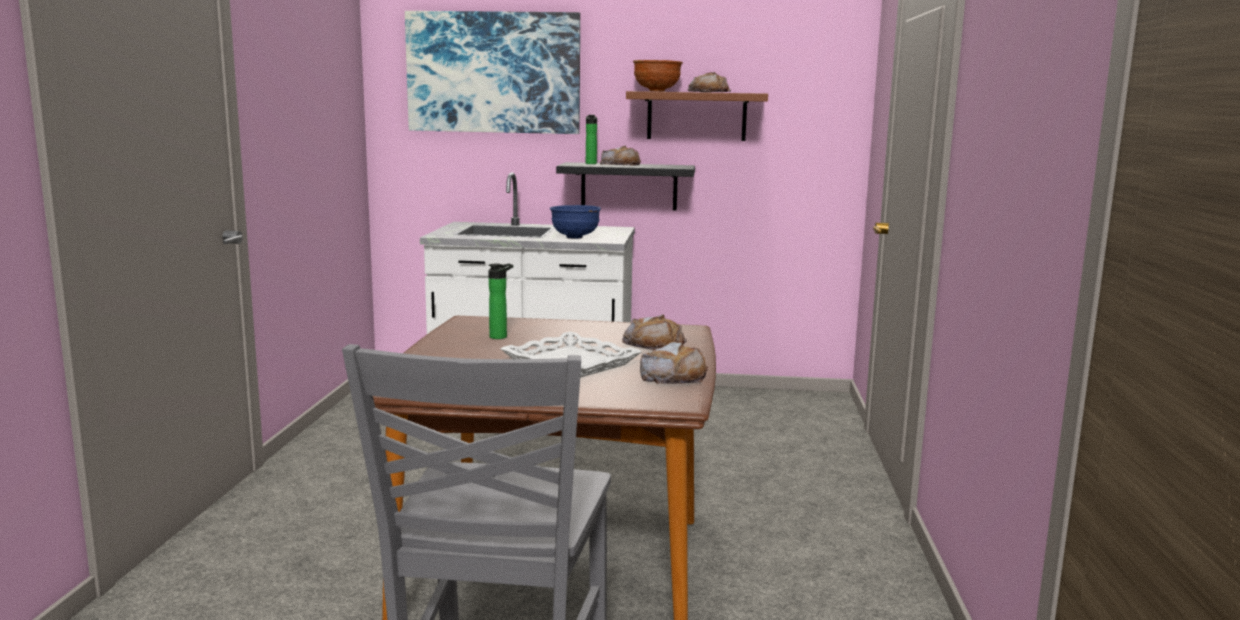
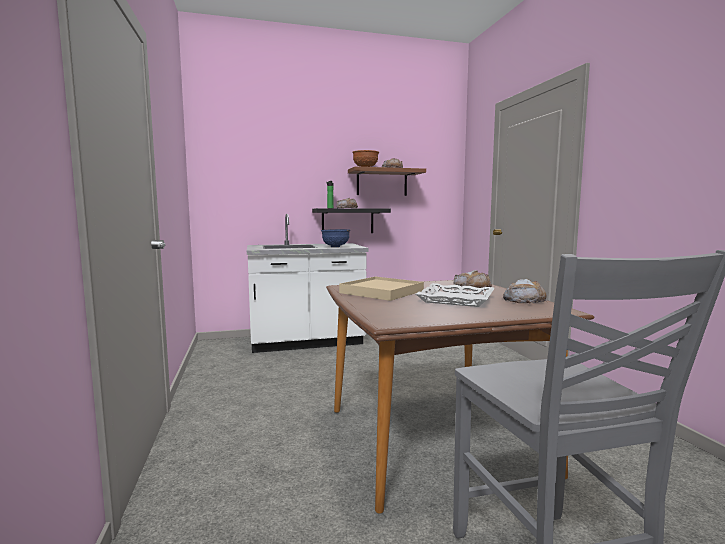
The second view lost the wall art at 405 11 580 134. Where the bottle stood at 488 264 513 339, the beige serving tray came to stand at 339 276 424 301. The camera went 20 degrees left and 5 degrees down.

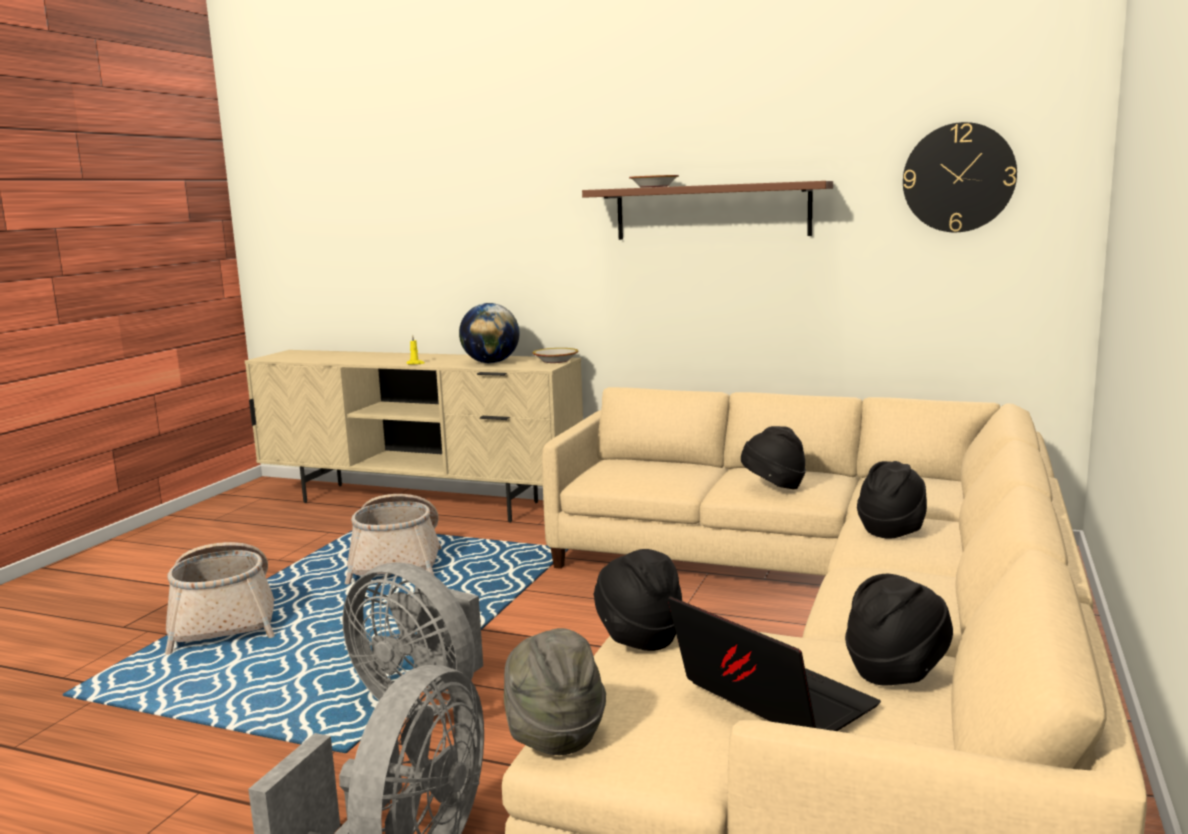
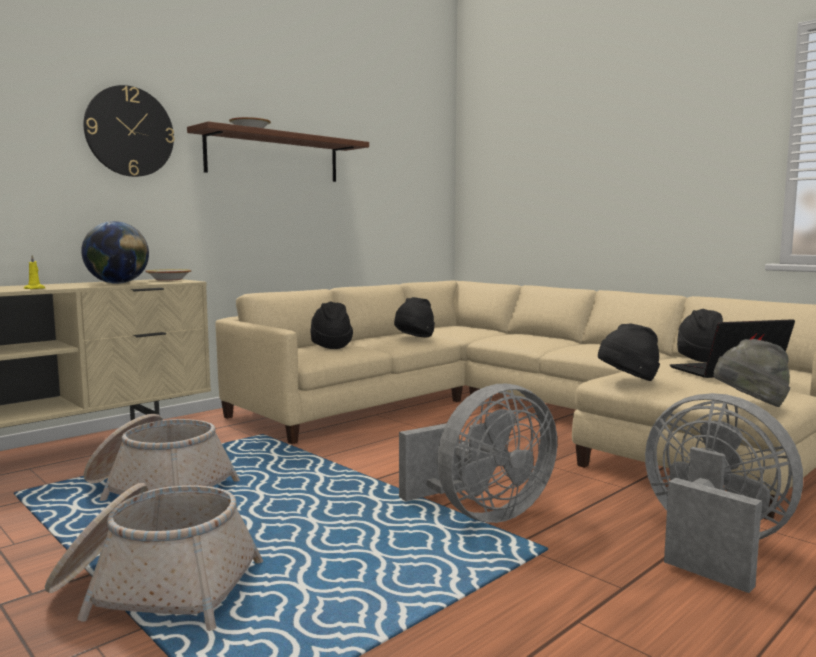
The hanging clock ended up elsewhere, having gone from 903 122 1017 232 to 83 85 175 177. The blackish clothing hat ended up elsewhere, having gone from 857 461 927 539 to 310 302 353 349. The camera went 65 degrees left and 5 degrees down.

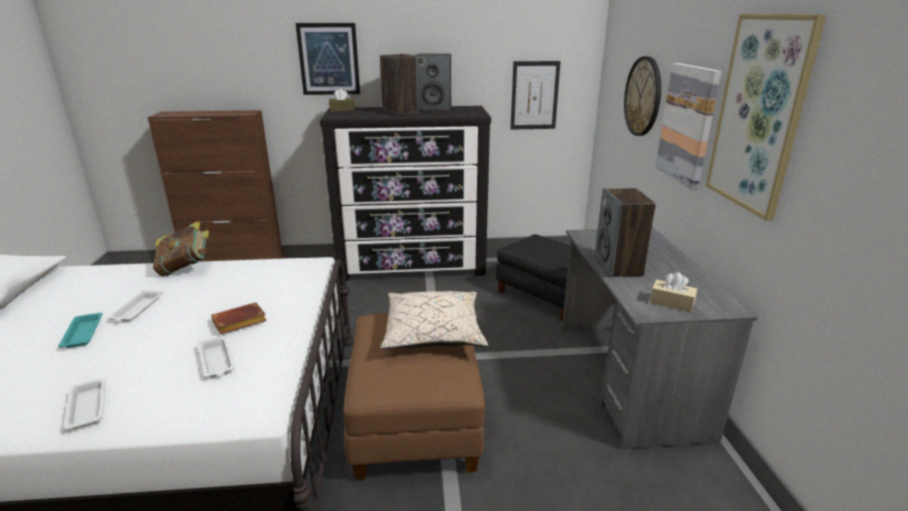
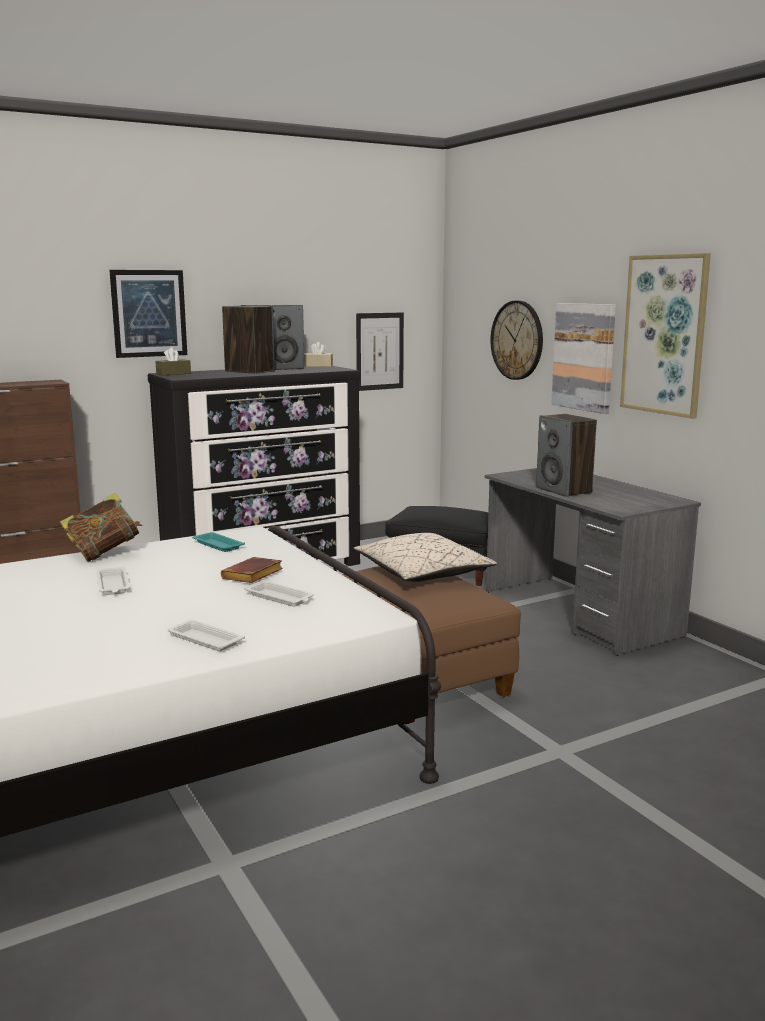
The beige tissue box ended up elsewhere, having gone from 650 272 697 312 to 304 342 333 367. The blue-green serving tray ended up elsewhere, having gone from 58 313 103 348 to 192 532 245 552. The camera went 25 degrees left and 10 degrees down.

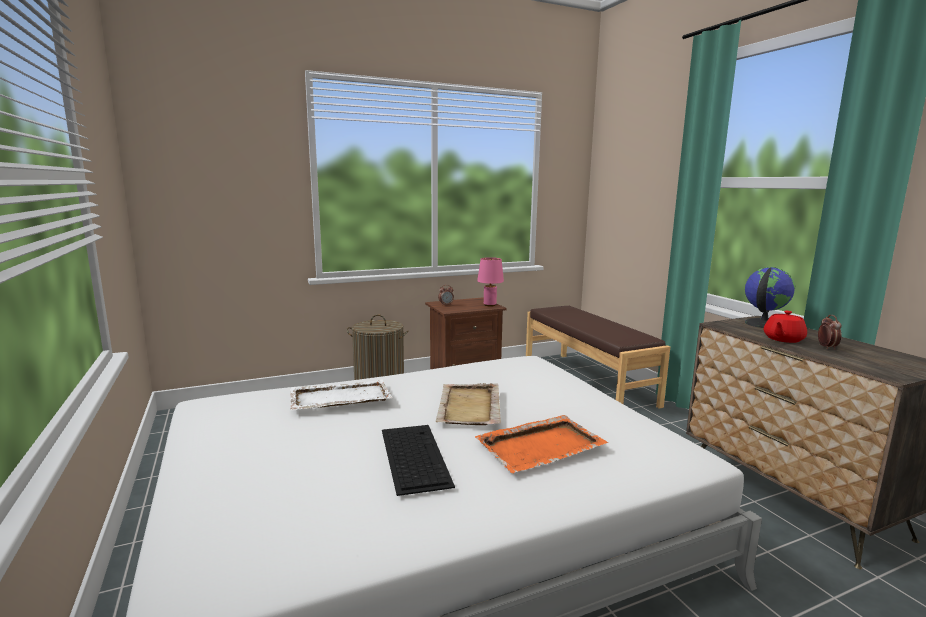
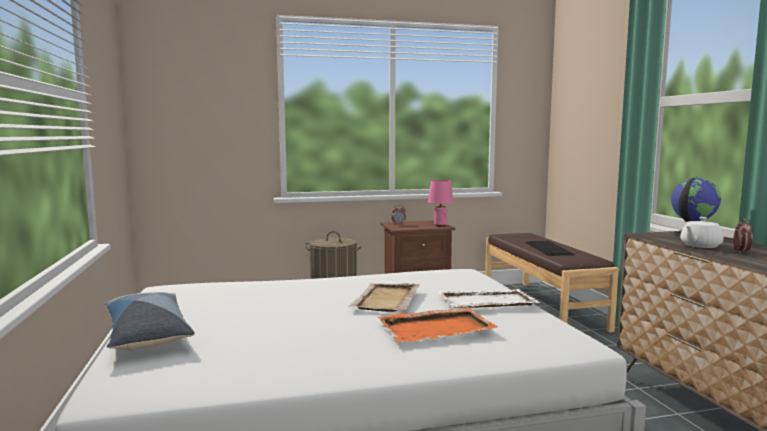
What was the reddish pot for tea at 764 311 807 343 turned into the whitish pot for tea at 680 217 723 248. The whitish serving tray ended up elsewhere, having gone from 290 379 392 410 to 438 289 540 308. The keyboard ended up elsewhere, having gone from 382 425 455 496 to 525 241 575 256. The second view gained the pillow at 104 292 195 351. The camera went 10 degrees right and 5 degrees down.

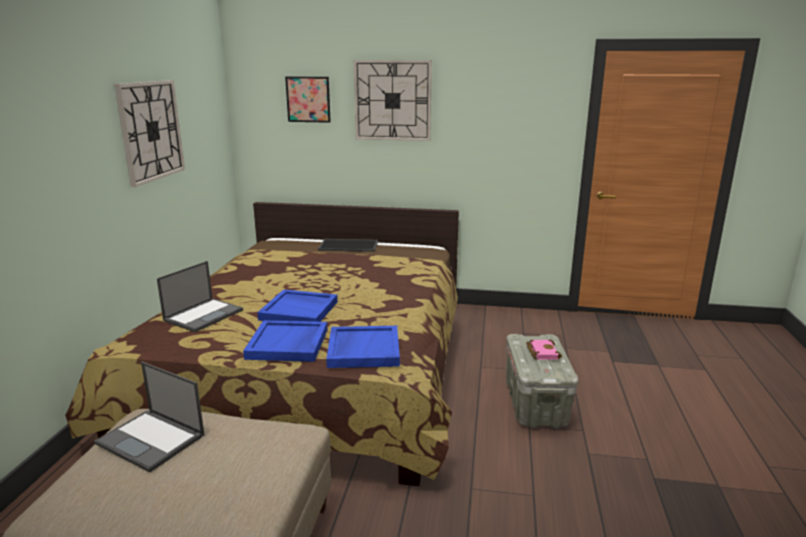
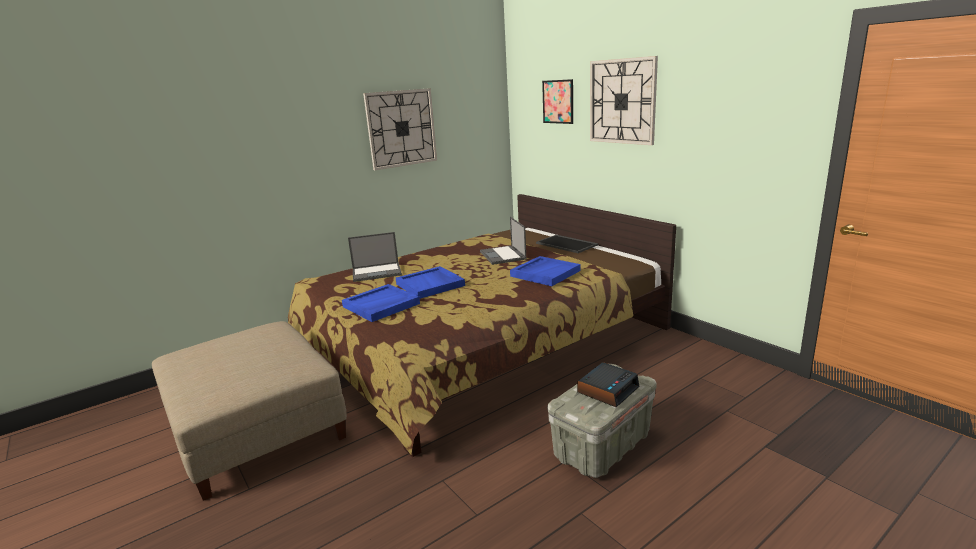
The bluish serving tray ended up elsewhere, having gone from 326 326 400 368 to 510 256 581 286. Where the pink book stood at 526 339 562 360, the table clock came to stand at 577 362 640 408. The laptop ended up elsewhere, having gone from 94 362 204 473 to 480 216 526 265. The camera went 45 degrees right and 0 degrees up.

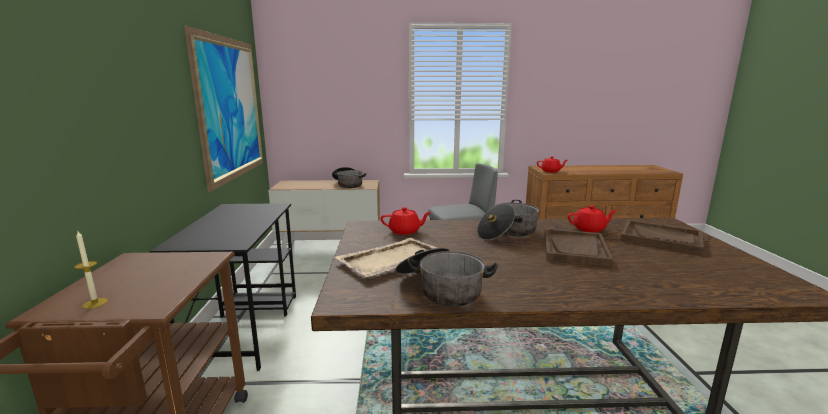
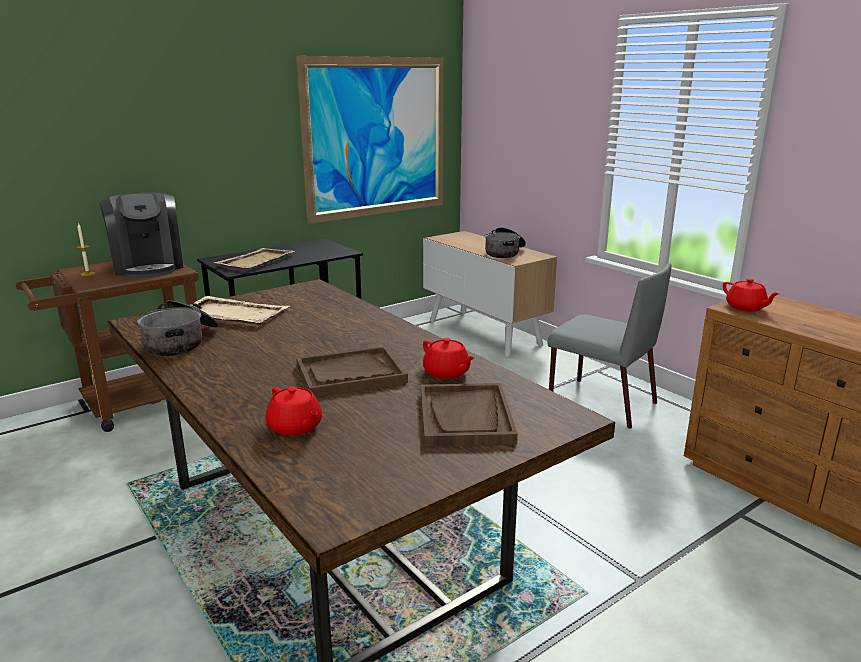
The second view lost the saucepot at 477 200 539 240. The reddish pot for tea ended up elsewhere, having gone from 380 207 431 235 to 266 386 322 436. The second view gained the coffee machine at 99 193 183 278. The second view gained the beige serving tray at 214 248 295 269. The camera went 55 degrees right and 5 degrees up.

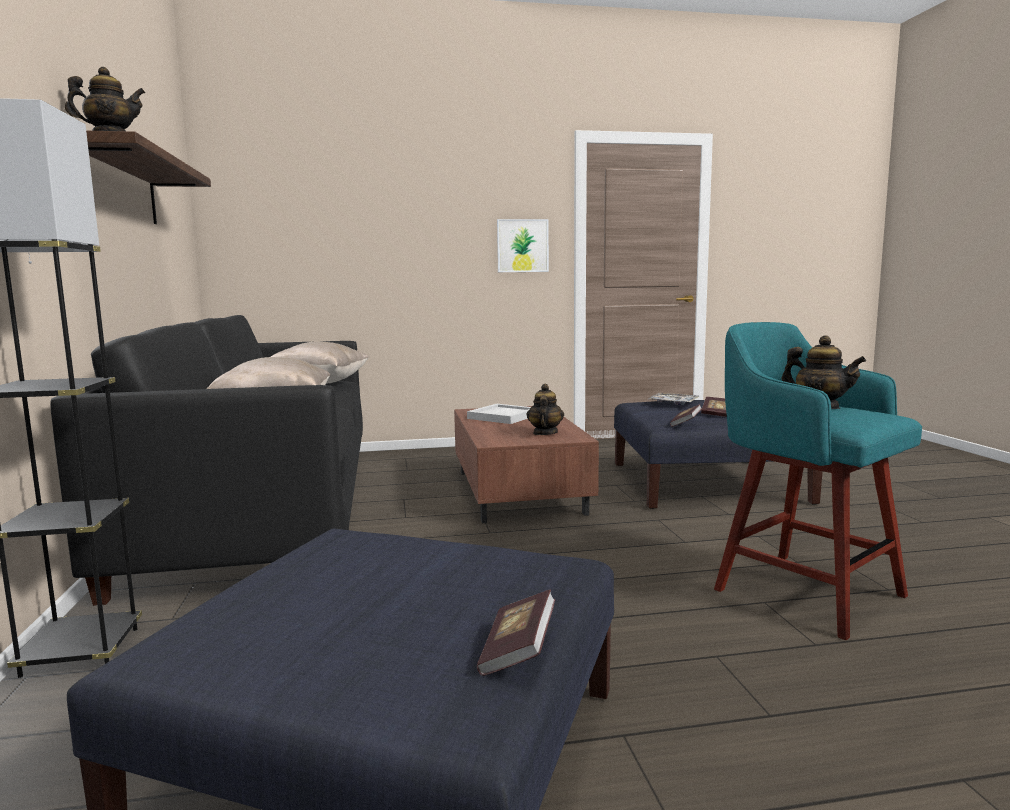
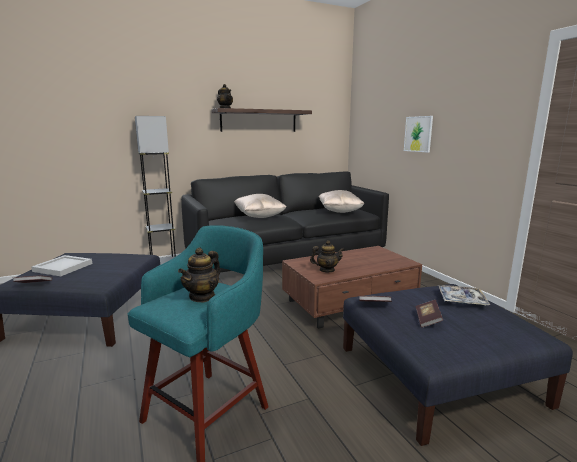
The wall art ended up elsewhere, having gone from 497 219 549 272 to 404 116 433 153. The whitish serving tray ended up elsewhere, having gone from 467 404 531 424 to 31 255 92 276. The camera went 75 degrees right and 5 degrees up.

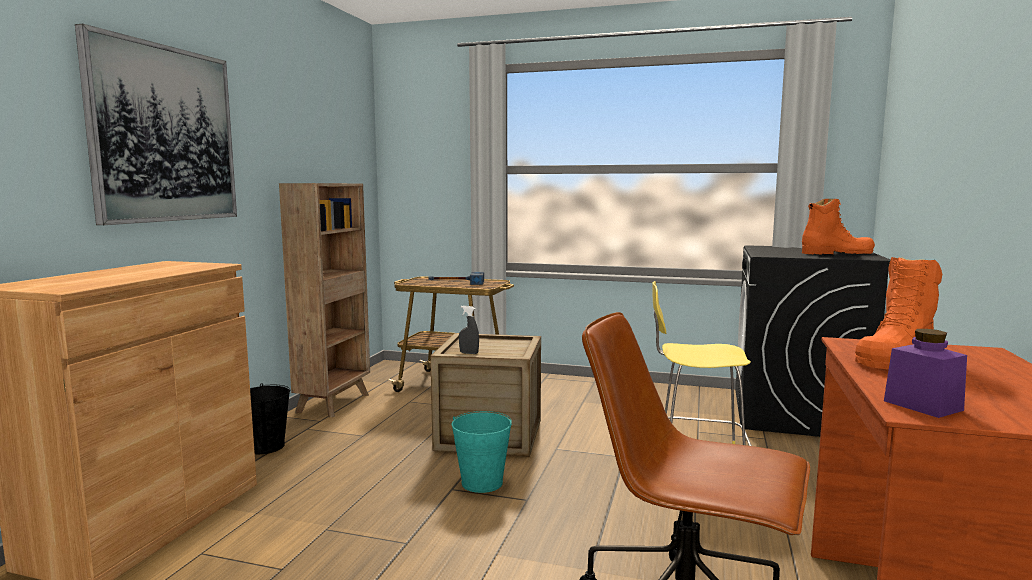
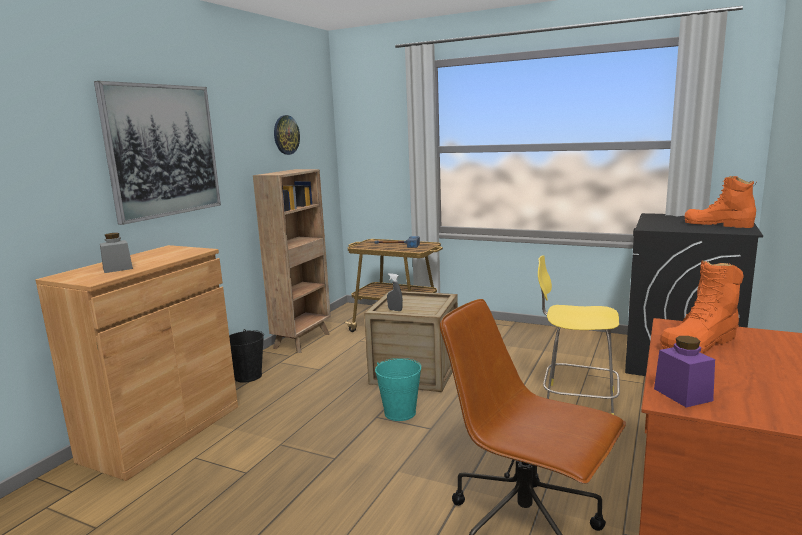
The orange tall boot at 802 199 875 254 ended up facing another way, 150 degrees counterclockwise from before. The second view gained the hanging clock at 274 115 300 155. The second view gained the grey storage jar at 100 233 133 273. The camera went 10 degrees right and 5 degrees up.

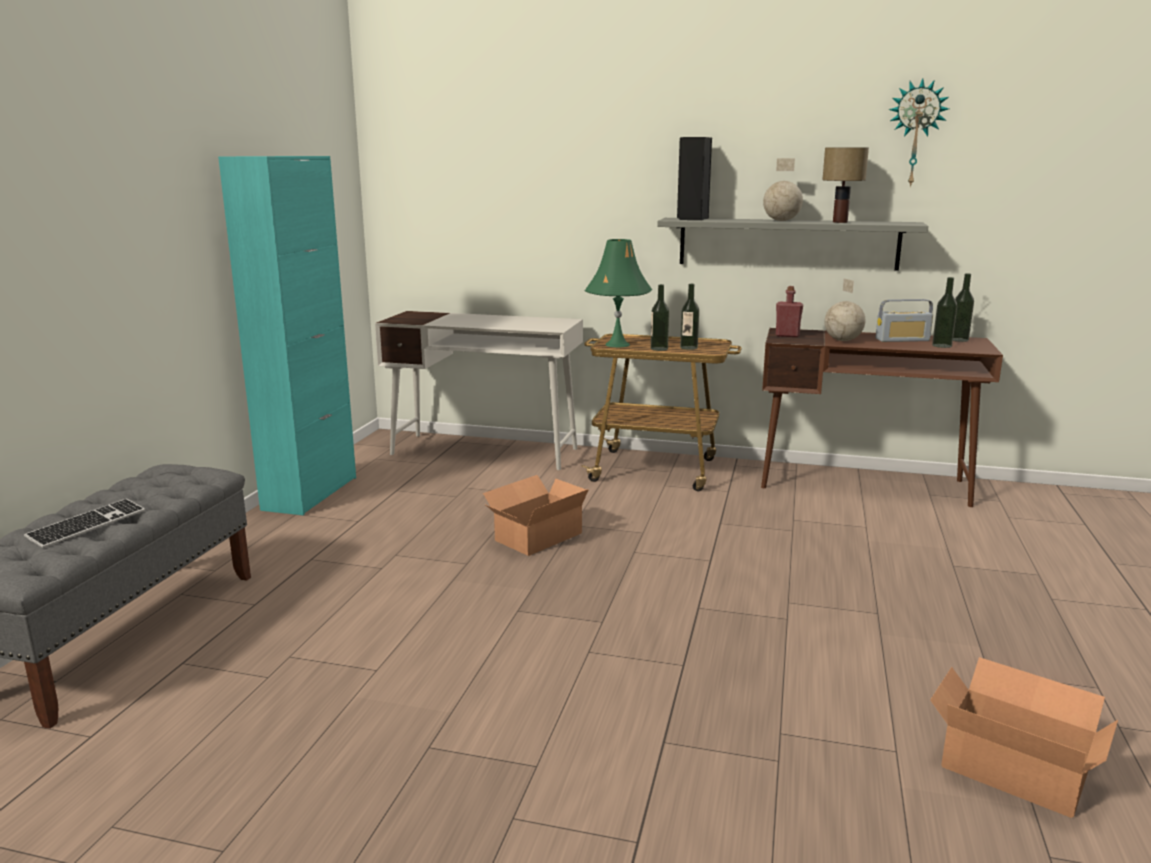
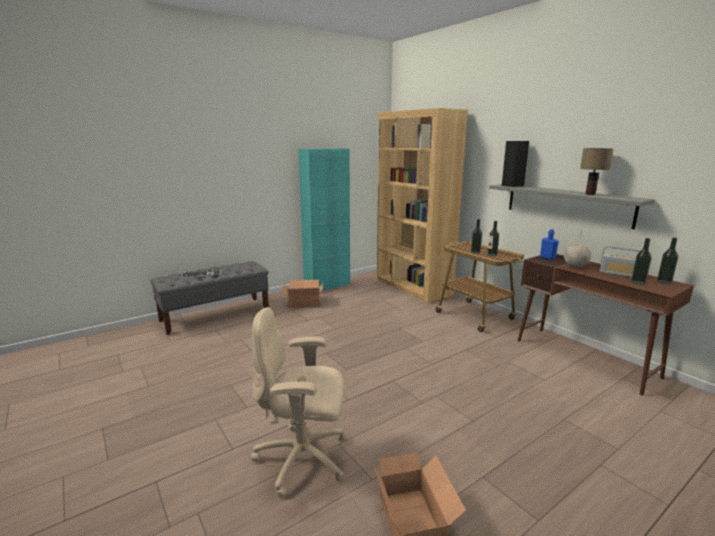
The second view lost the hanging clock at 889 78 949 188. The second view lost the world globe at 763 158 803 221. The second view lost the green tabletop lamp at 585 239 652 347. What was the reddish bottle at 776 286 803 337 turned into the bluish bottle at 540 229 559 260. Where the whitish desk table stood at 375 311 583 470, the brown-coloured bookshelf came to stand at 377 108 468 303. The packing box ended up elsewhere, having gone from 483 475 589 556 to 283 280 323 308. The second view gained the beige computer chair at 251 307 345 498. The camera went 40 degrees right and 0 degrees up.

